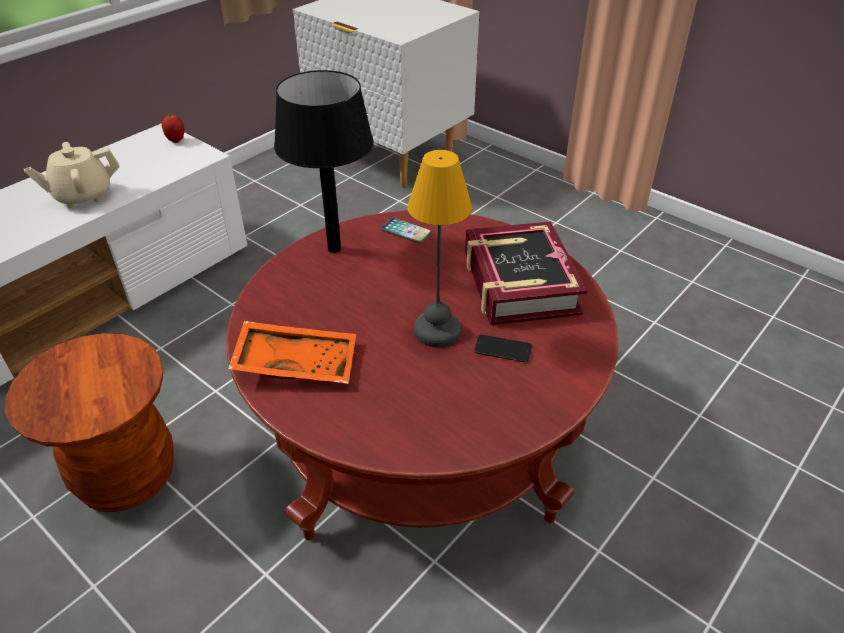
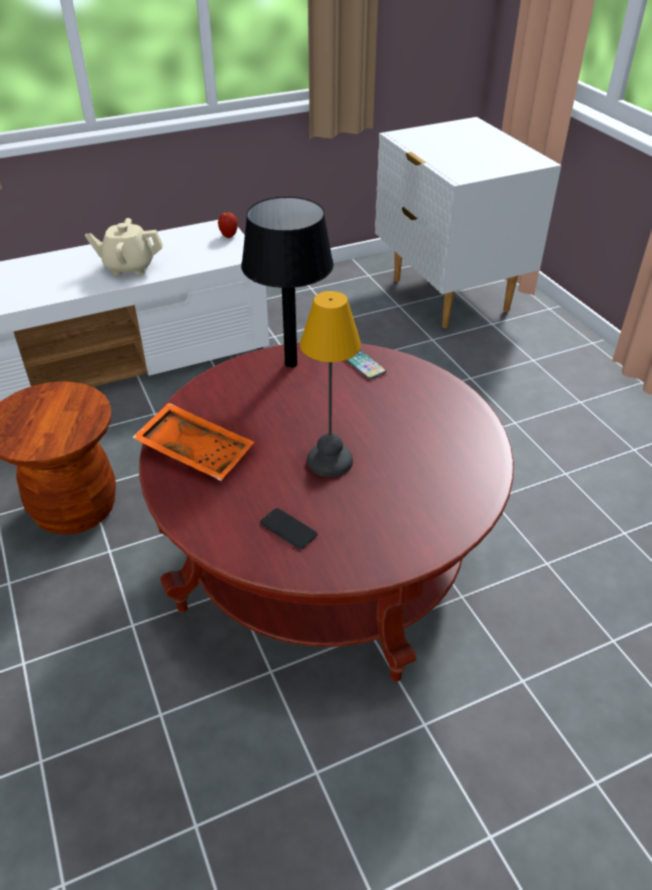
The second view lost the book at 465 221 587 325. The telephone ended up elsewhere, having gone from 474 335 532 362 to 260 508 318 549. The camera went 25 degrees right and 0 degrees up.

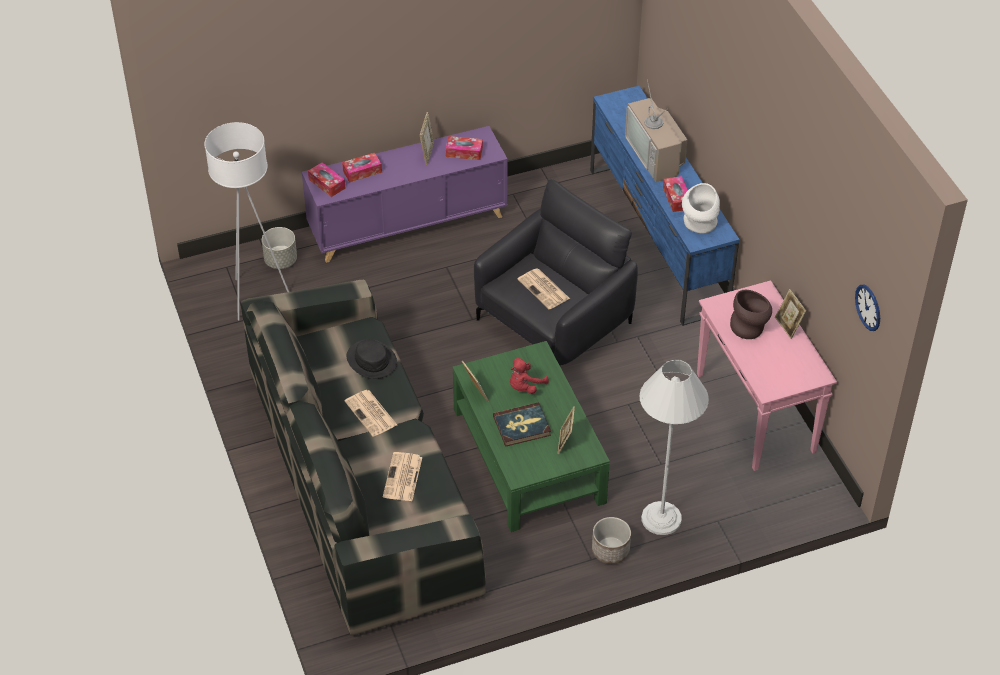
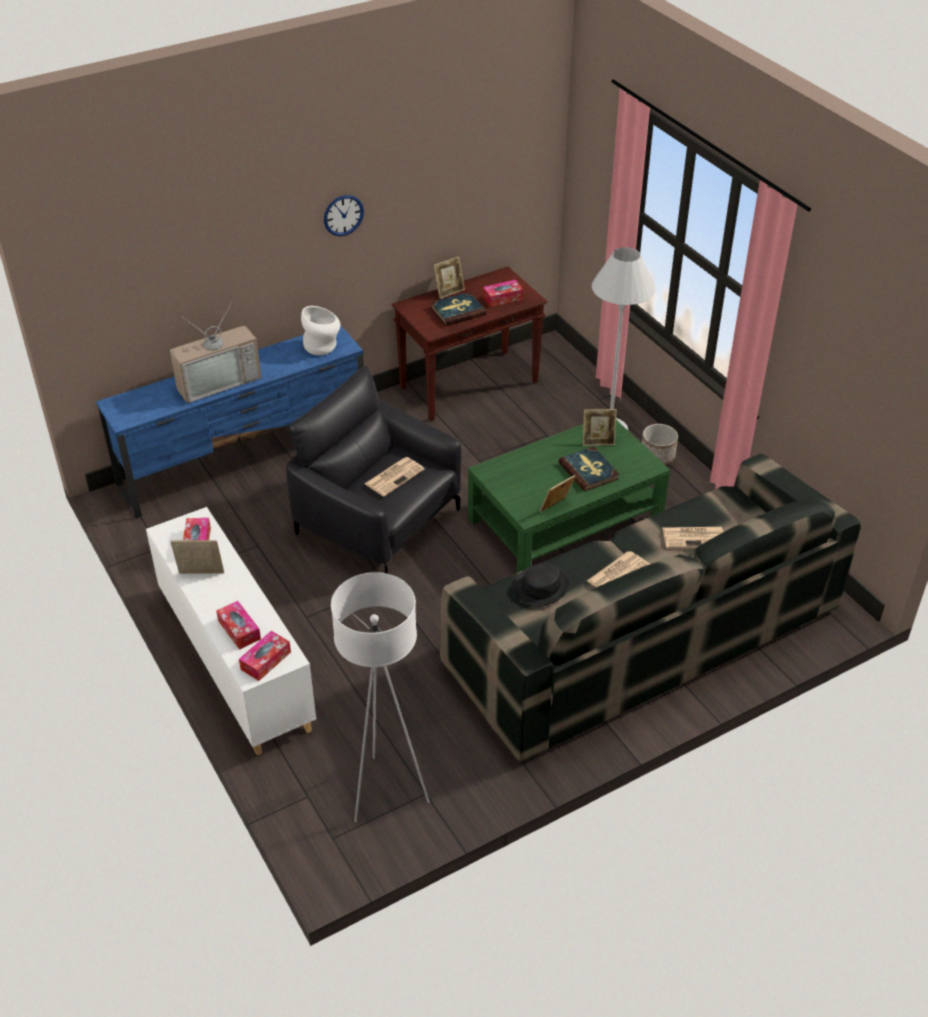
What was the purple cabinet at 302 126 508 263 turned into the whitish cabinet at 146 507 316 756. The tissue box ended up elsewhere, having gone from 663 176 688 212 to 483 280 523 307. The second view lost the grey plant pot at 262 227 297 269. What was the pink hall table at 697 280 837 471 turned into the brown-coloured hall table at 392 266 547 421. The hanging clock ended up elsewhere, having gone from 855 285 880 331 to 324 195 364 236. Where the brown-coloured decorative vase stood at 730 290 772 339, the book came to stand at 430 291 486 326. The second view lost the reddish soft toy at 510 358 549 394. The camera went 100 degrees left and 5 degrees down.

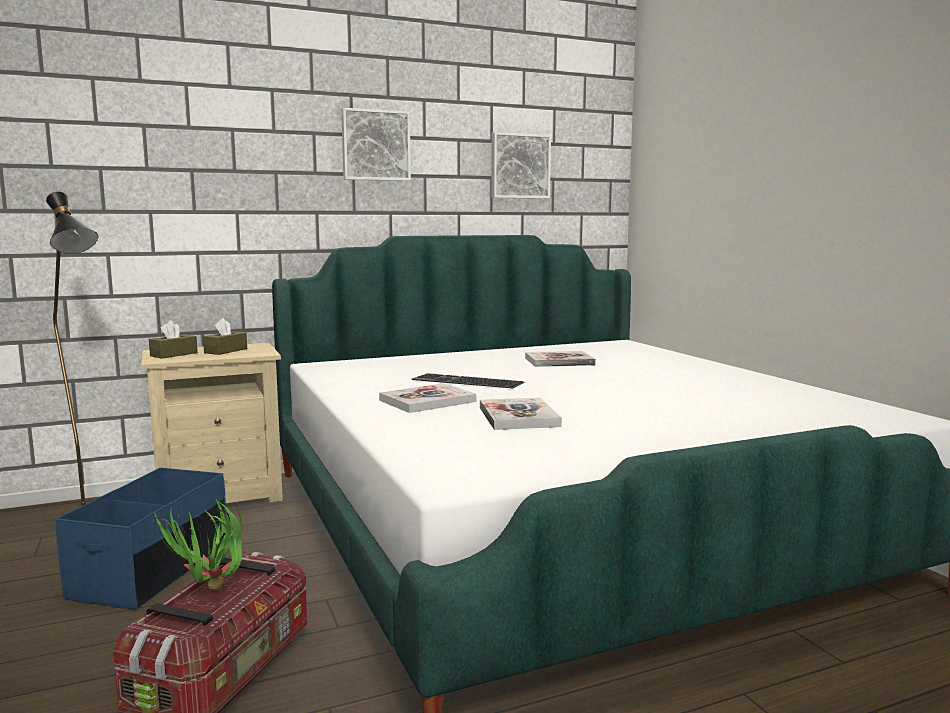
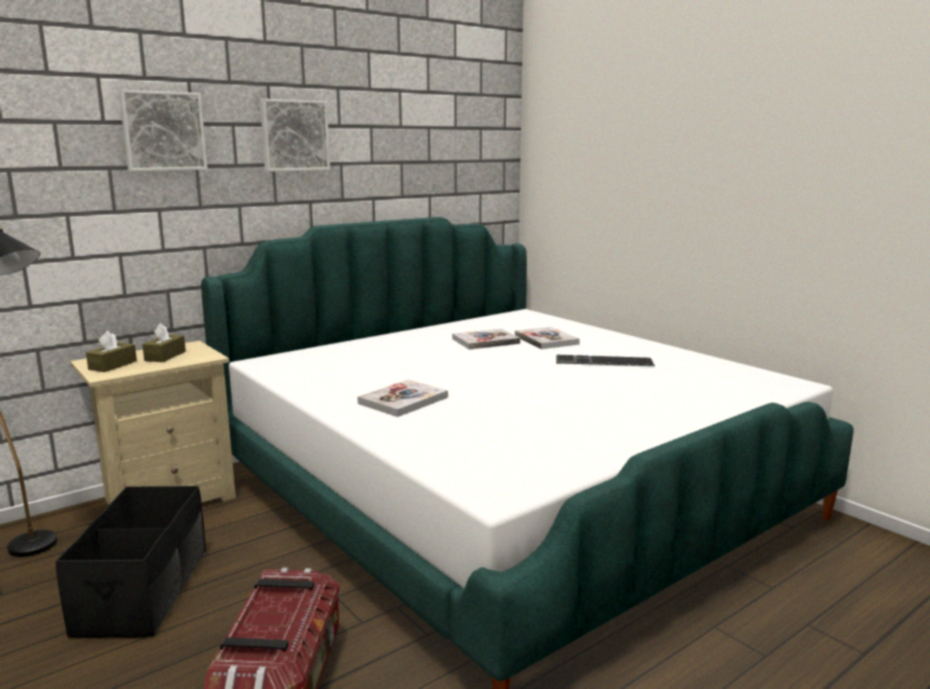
The wall art ended up elsewhere, having gone from 491 132 551 199 to 119 90 208 171. The keyboard ended up elsewhere, having gone from 412 373 525 388 to 556 355 655 366. The book ended up elsewhere, having gone from 480 398 562 430 to 515 326 580 349. What was the bluish storage bin at 55 468 227 610 turned into the blackish storage bin at 55 486 206 638. The second view lost the potted plant at 151 496 242 591. The camera went 15 degrees left and 5 degrees up.

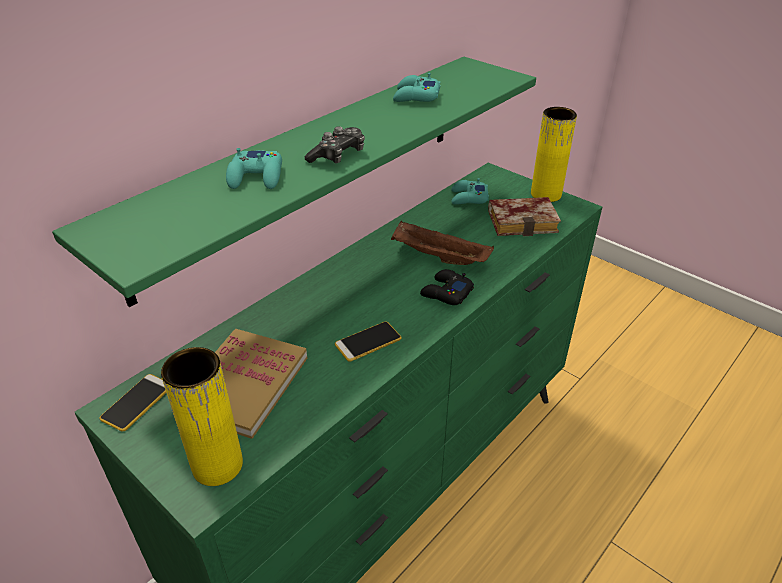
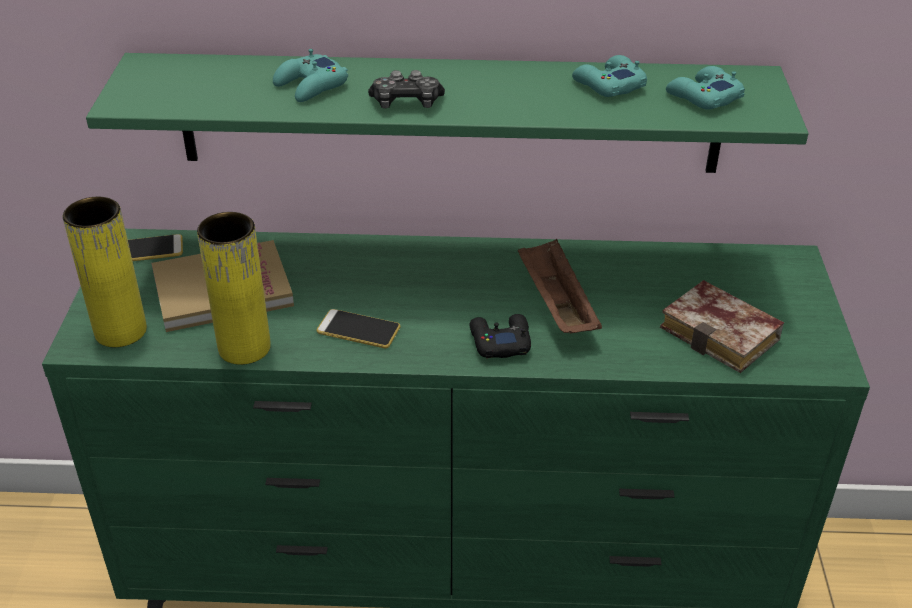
The yellowish decorative vase ended up elsewhere, having gone from 531 107 577 202 to 197 212 271 365. The blue-green joypad ended up elsewhere, having gone from 451 178 489 205 to 666 66 745 110. The camera went 50 degrees right and 0 degrees up.

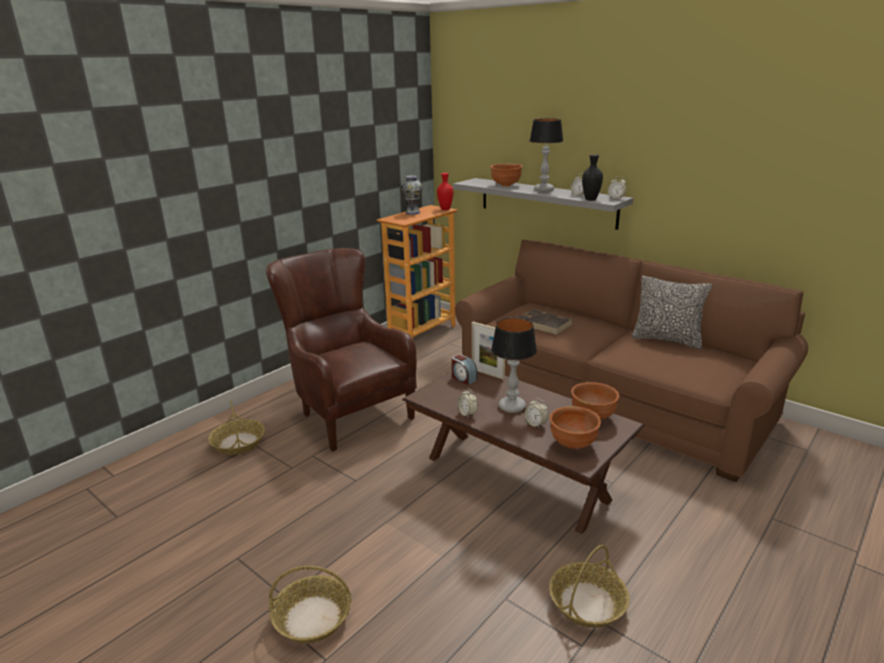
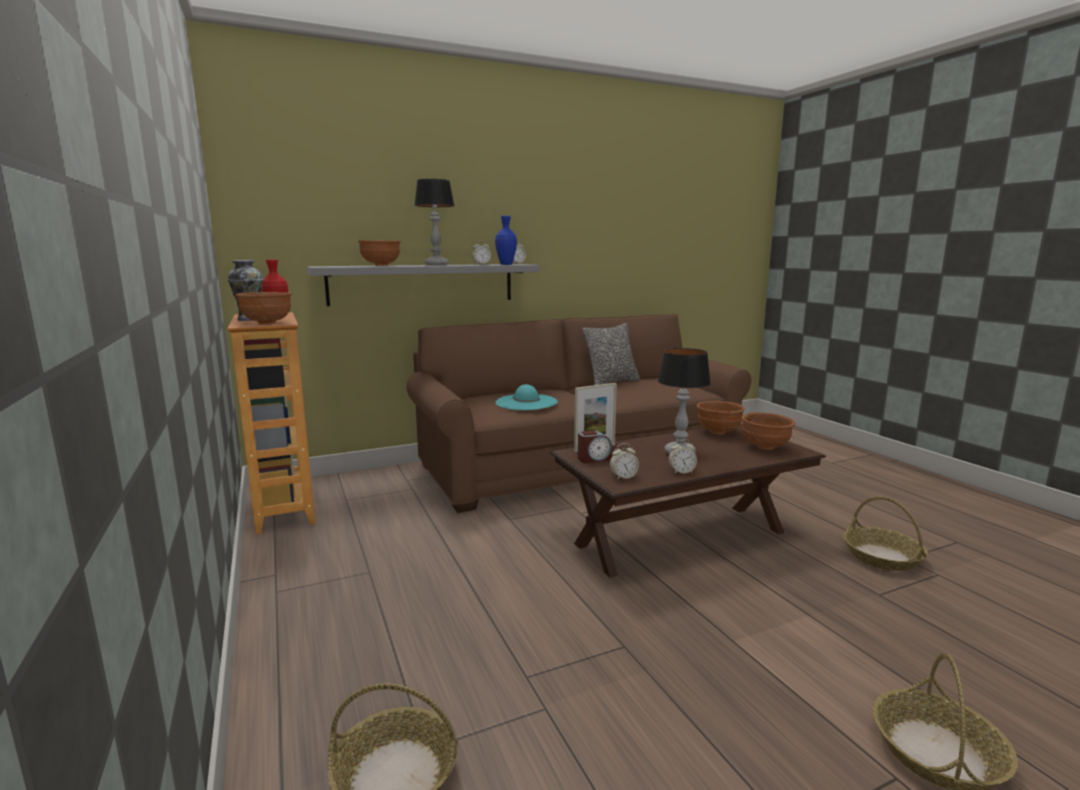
What was the blackish decorative vase at 582 154 603 200 turned into the bluish decorative vase at 495 216 517 265. The second view lost the brown-coloured lounge chair at 266 248 417 451. Where the brown-coloured book stood at 518 309 573 335, the blue-green clothing hat came to stand at 495 384 558 410. The table clock ended up elsewhere, having gone from 525 398 548 429 to 610 443 639 480. The second view gained the brown-coloured serving bowl at 236 292 292 325. The camera went 65 degrees left and 10 degrees down.

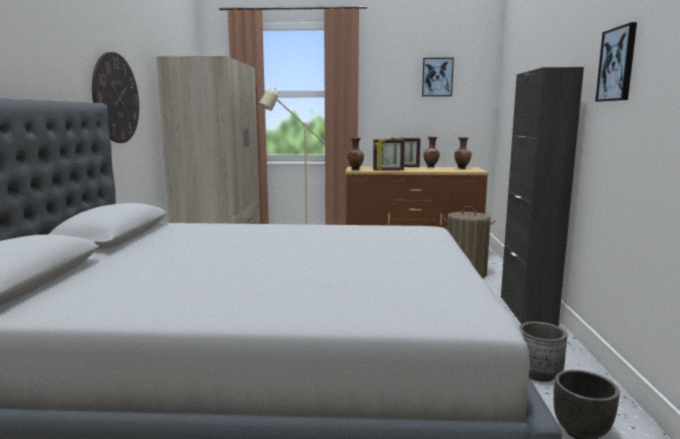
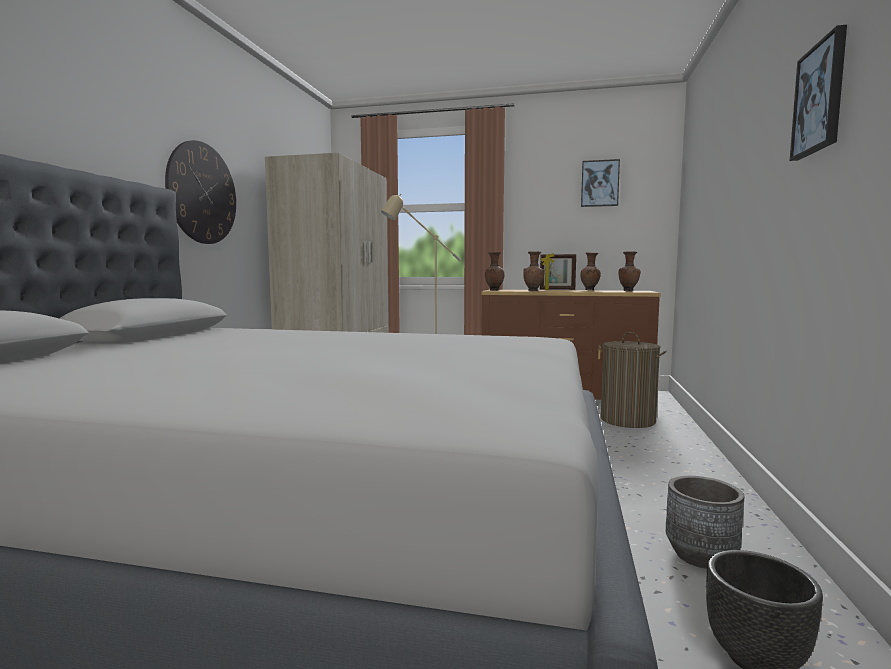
The second view lost the blackish cabinet at 501 67 584 326. Where the photo frame stood at 373 138 405 171, the brown-coloured decorative vase came to stand at 523 251 545 291. The camera went 10 degrees right and 5 degrees down.

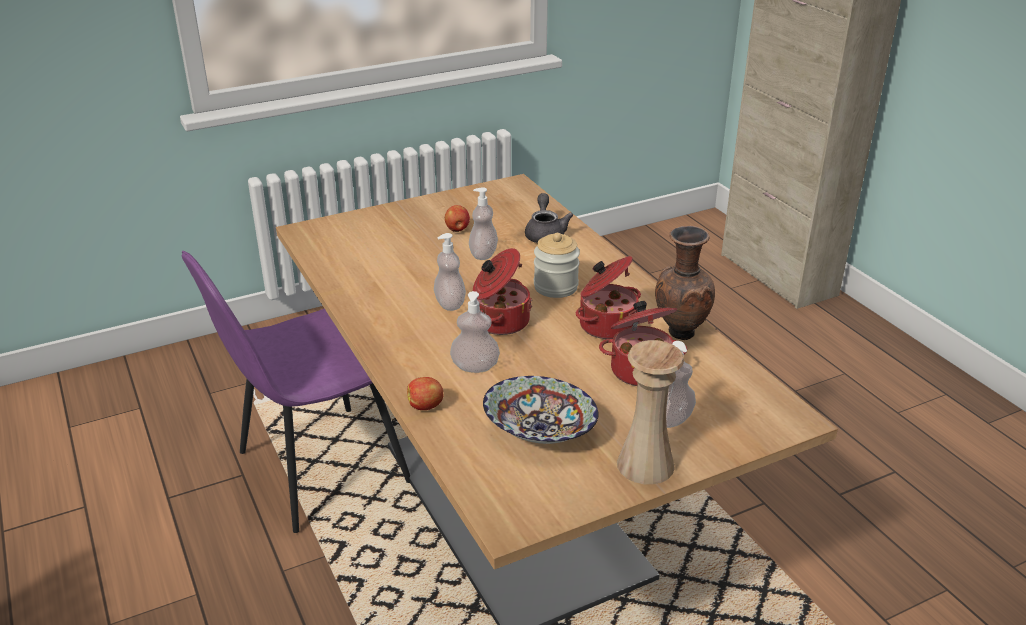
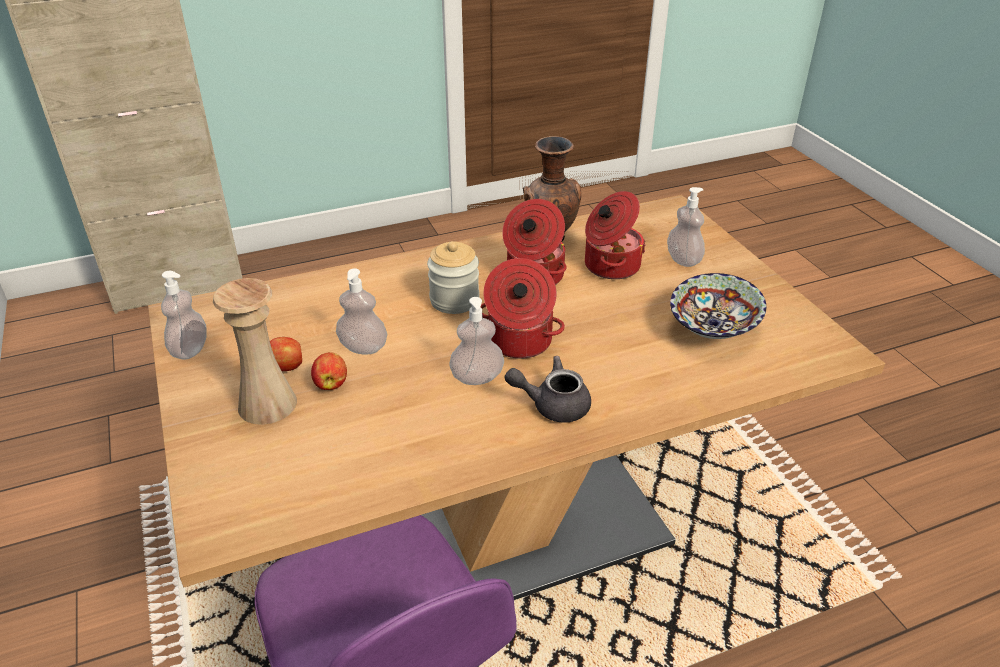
The grey pot for tea ended up elsewhere, having gone from 525 193 573 243 to 505 356 591 422. The soap bottle ended up elsewhere, having gone from 450 291 500 373 to 161 271 207 359. The beige decorative vase ended up elsewhere, having gone from 617 340 684 485 to 213 278 297 425. The whole apple ended up elsewhere, having gone from 407 377 443 410 to 311 352 347 390. The camera went 85 degrees left and 5 degrees up.

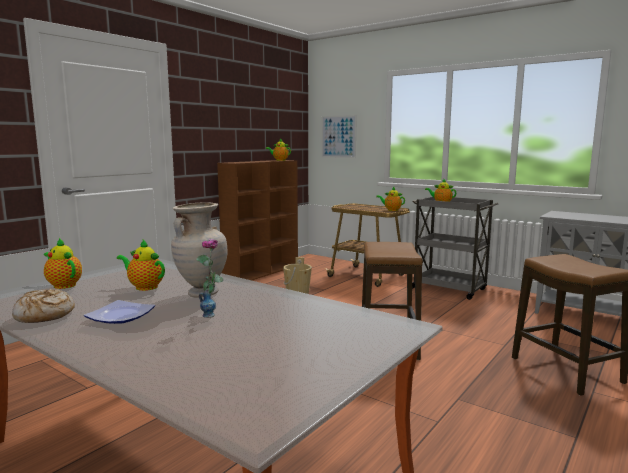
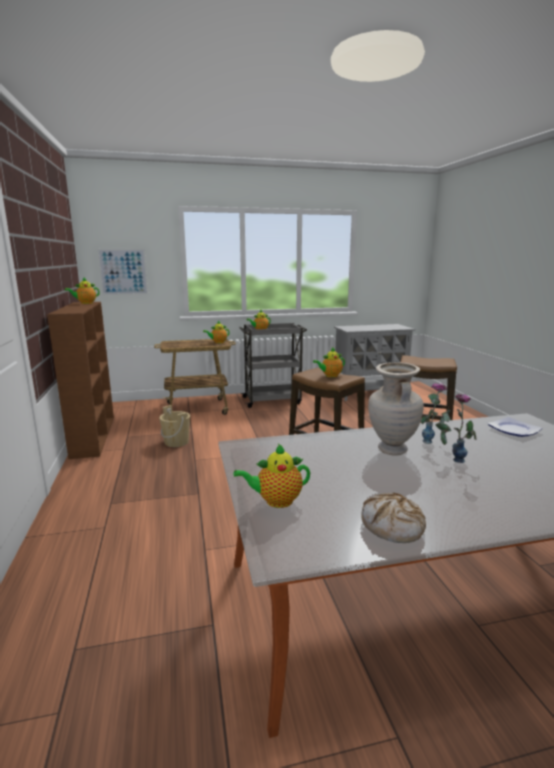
The pot for tea ended up elsewhere, having gone from 117 240 165 291 to 313 347 345 377. The plate ended up elsewhere, having gone from 84 300 155 324 to 488 417 543 437. The second view gained the decorative vase at 421 383 451 444. The camera went 50 degrees left and 5 degrees up.

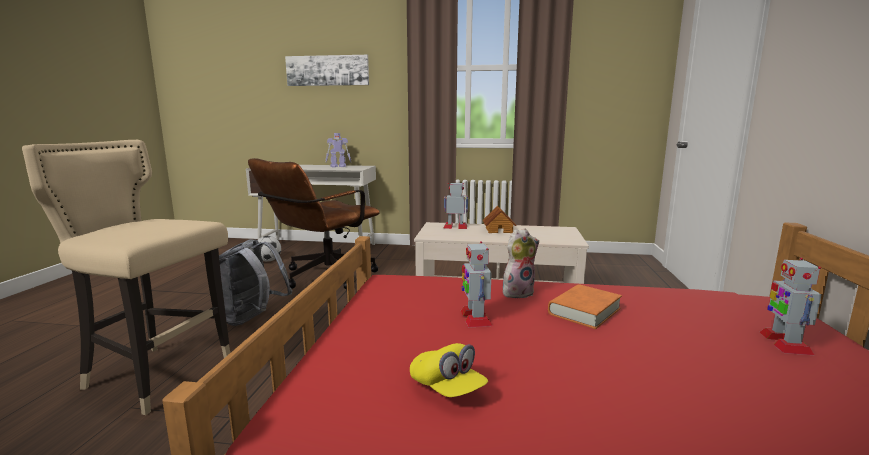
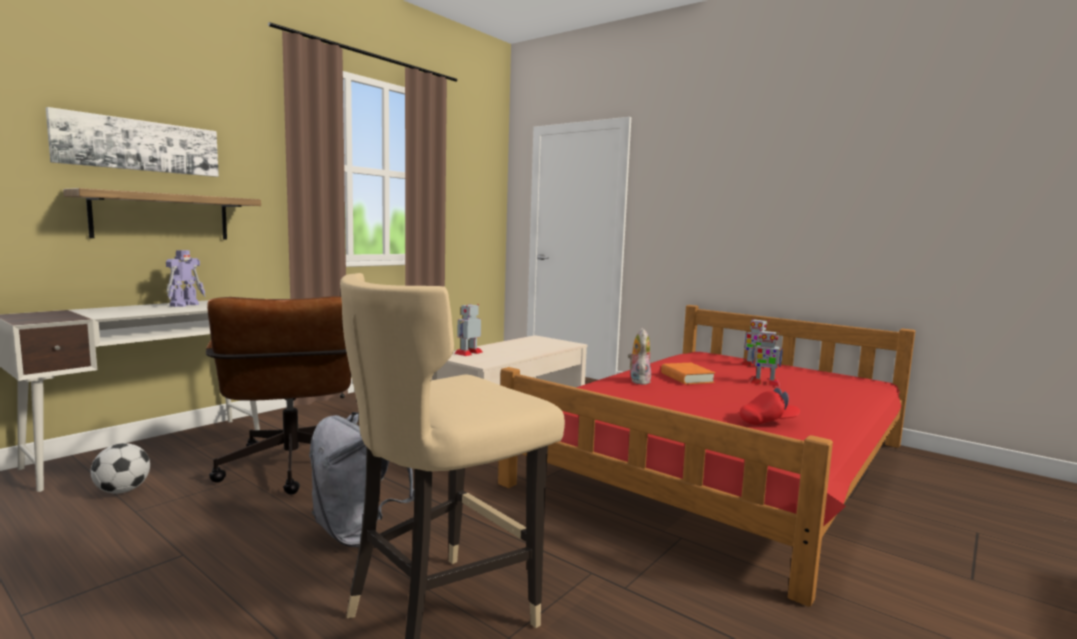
The second view lost the toy house at 483 206 516 233. The robot figure ended up elsewhere, having gone from 461 241 492 328 to 750 329 783 387. What was the yellowish peaked cap at 410 343 488 397 turned into the reddish peaked cap at 740 388 800 425. The second view gained the shelf at 63 188 261 239. The camera went 60 degrees left and 5 degrees down.

